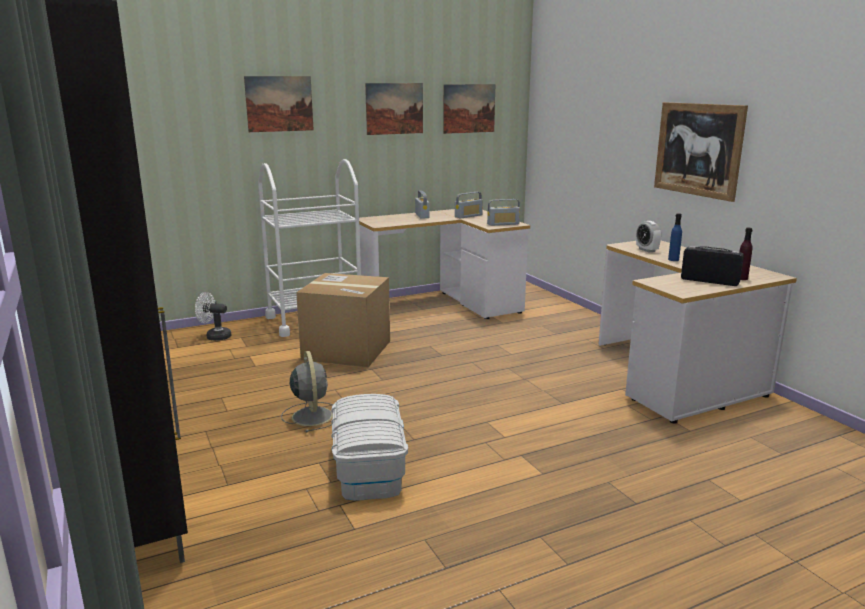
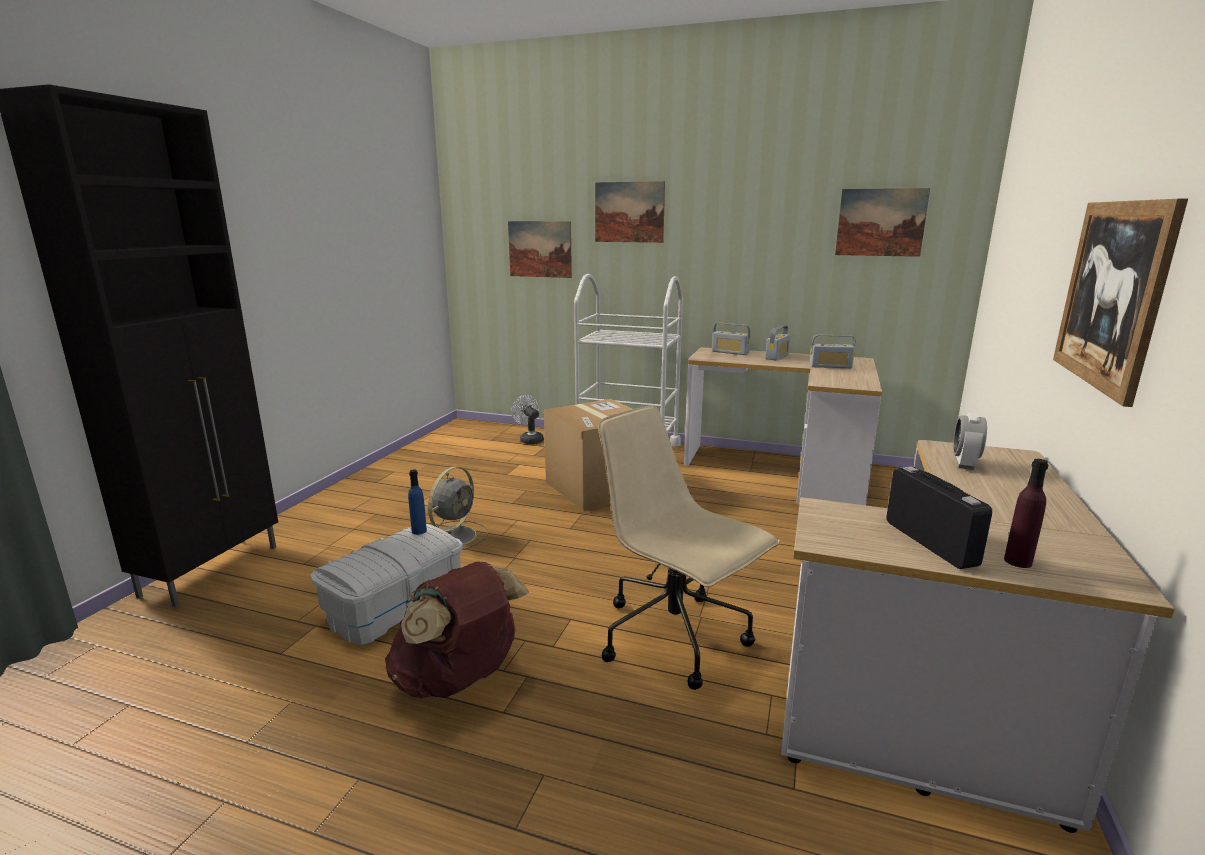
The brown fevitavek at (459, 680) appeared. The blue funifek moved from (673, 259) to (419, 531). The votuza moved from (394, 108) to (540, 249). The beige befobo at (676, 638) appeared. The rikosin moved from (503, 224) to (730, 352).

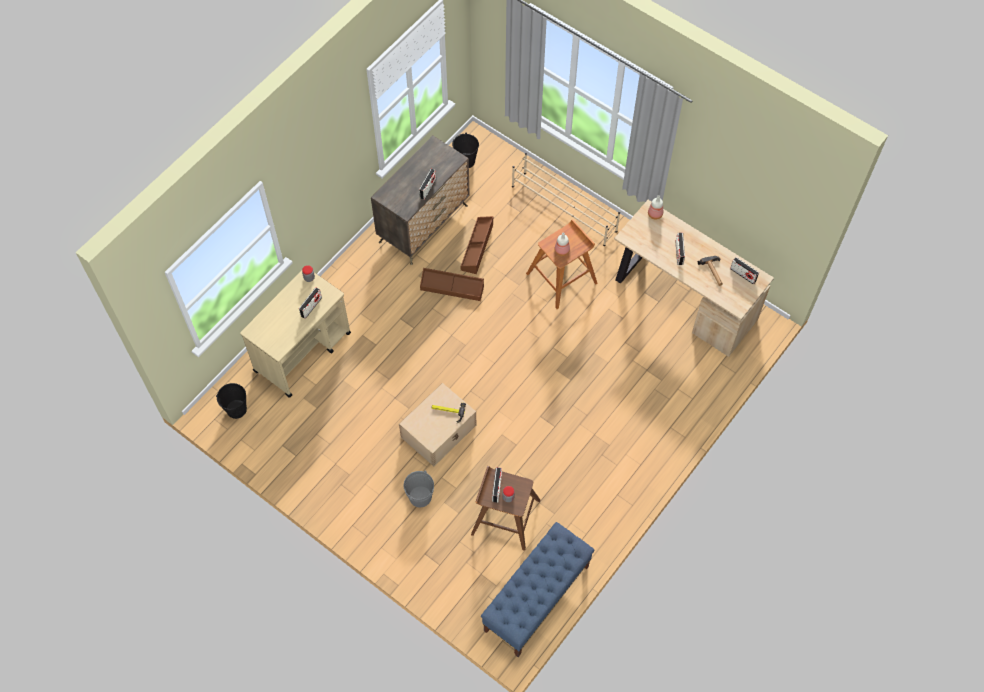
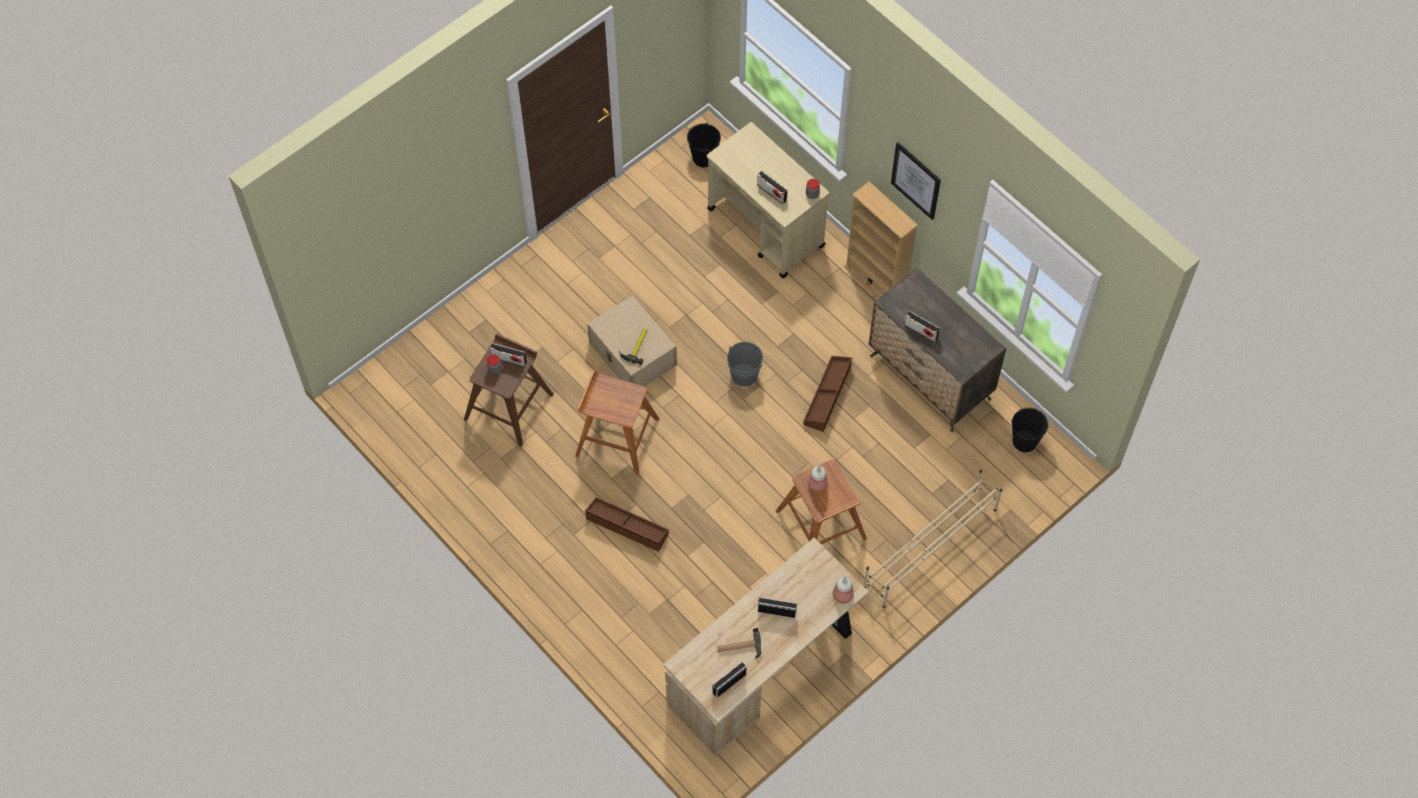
The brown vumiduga at (616, 437) appeared. The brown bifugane moved from (478, 247) to (626, 527). The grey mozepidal moved from (420, 496) to (744, 375). The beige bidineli at (875, 281) appeared. The votuza at (916, 180) appeared. The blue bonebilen at (536, 598) disappeared.

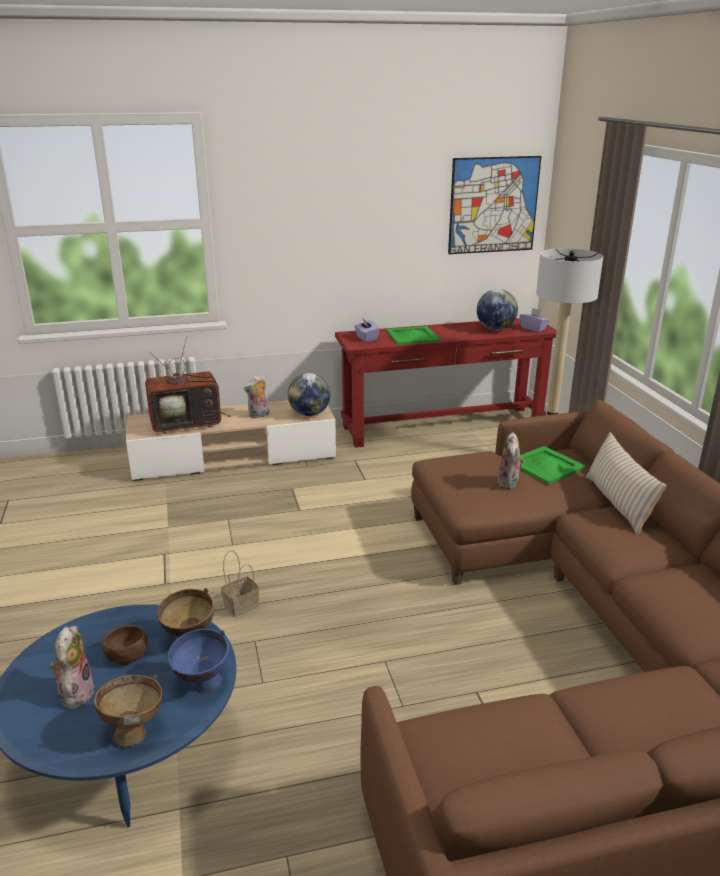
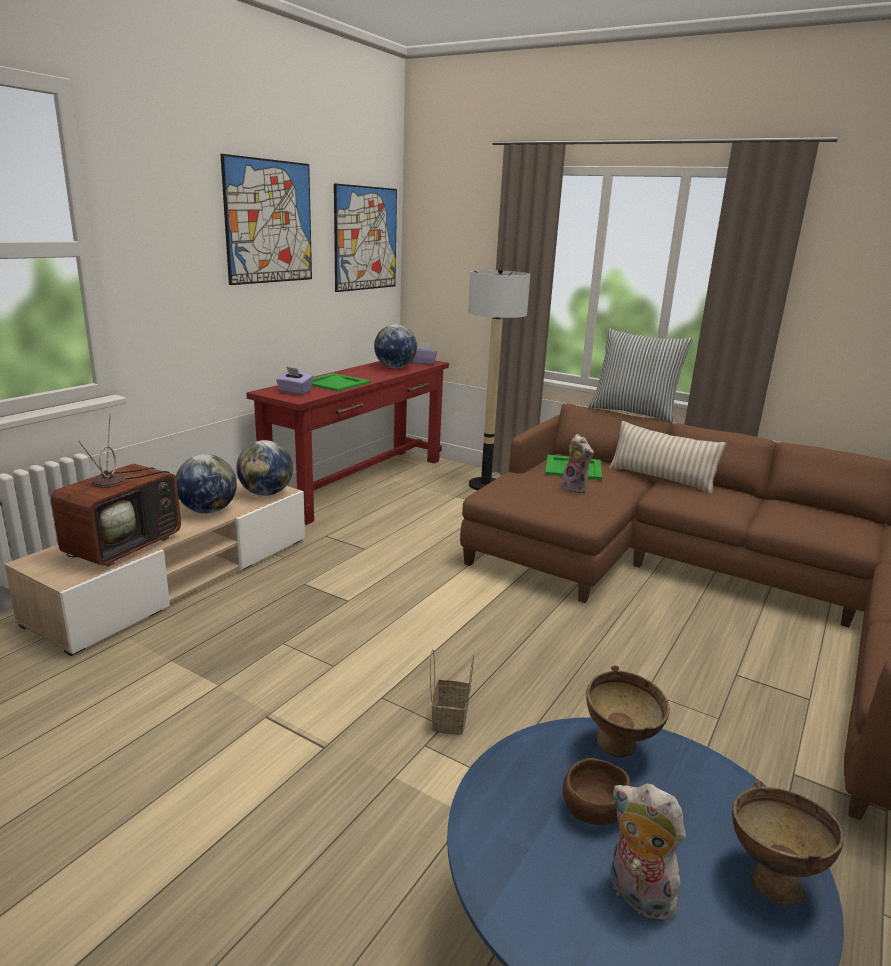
The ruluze at (259, 415) was replaced by the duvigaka at (208, 511). The votuza at (269, 222) appeared. The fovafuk at (633, 412) appeared. The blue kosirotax at (201, 687) disappeared.

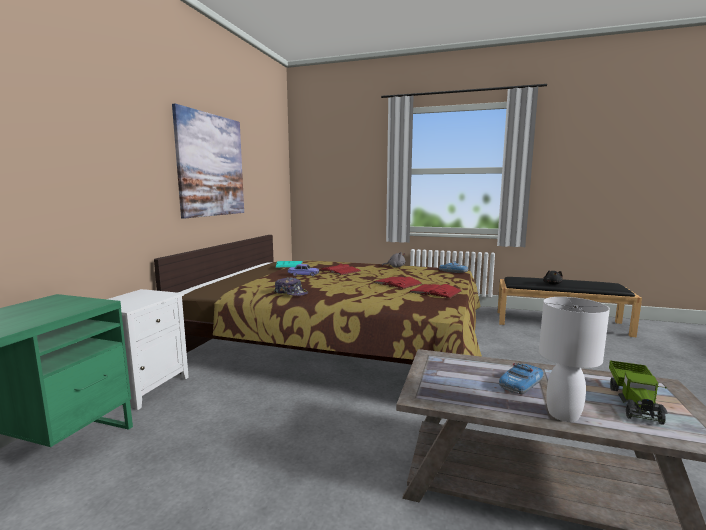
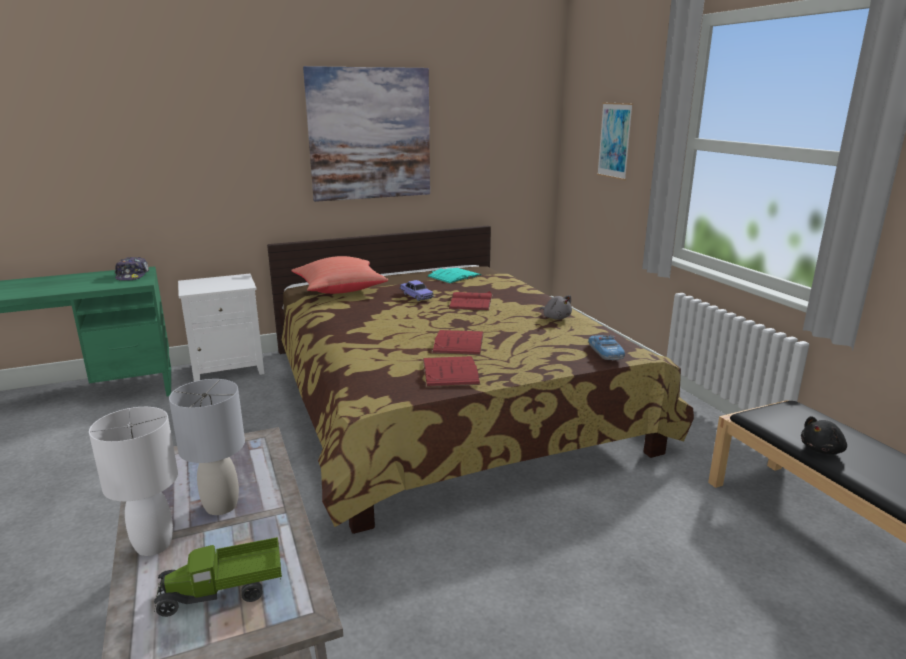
The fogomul moved from (291, 293) to (133, 276). The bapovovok at (521, 384) was replaced by the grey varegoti at (221, 506). The red fovafuk at (340, 291) appeared. The votuza at (614, 140) appeared.

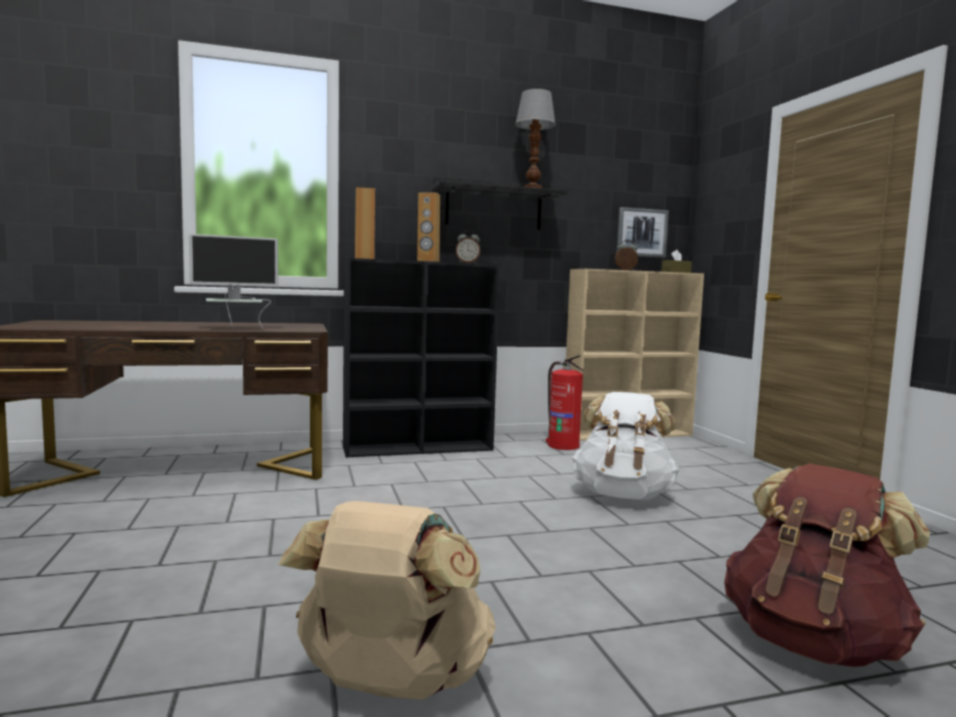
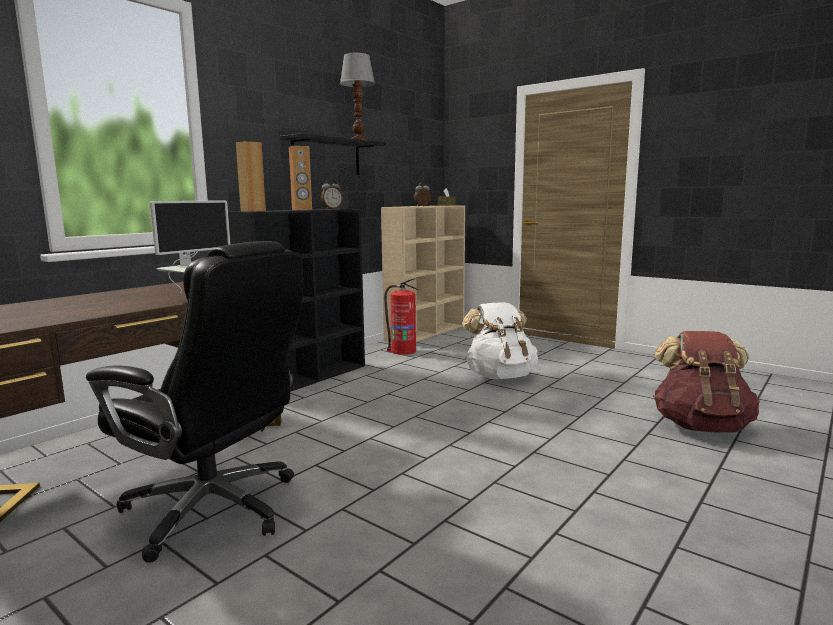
The black befobo at (214, 509) appeared. The beige fevitavek at (390, 685) disappeared. The votuza at (641, 232) disappeared.

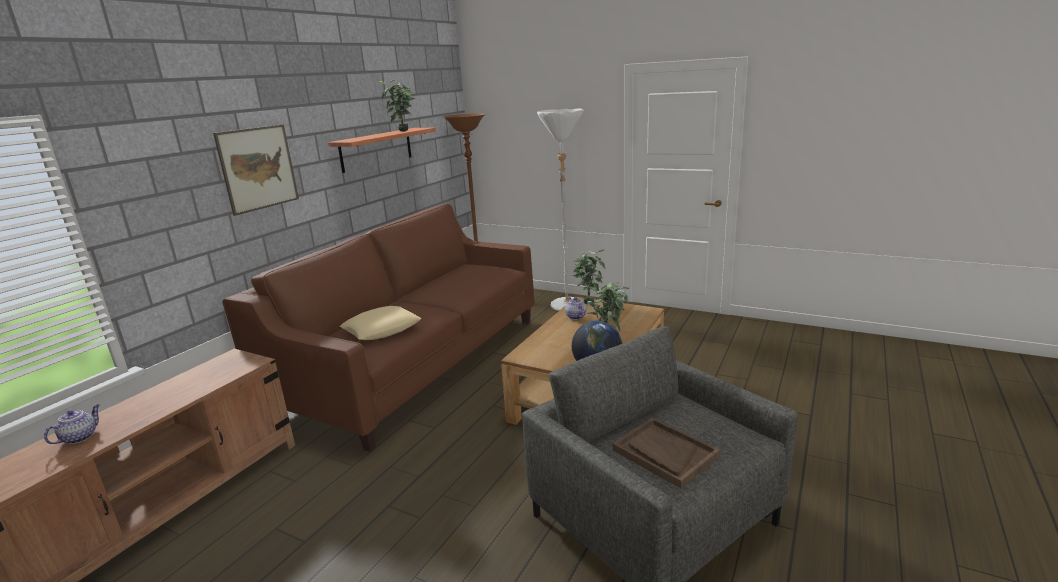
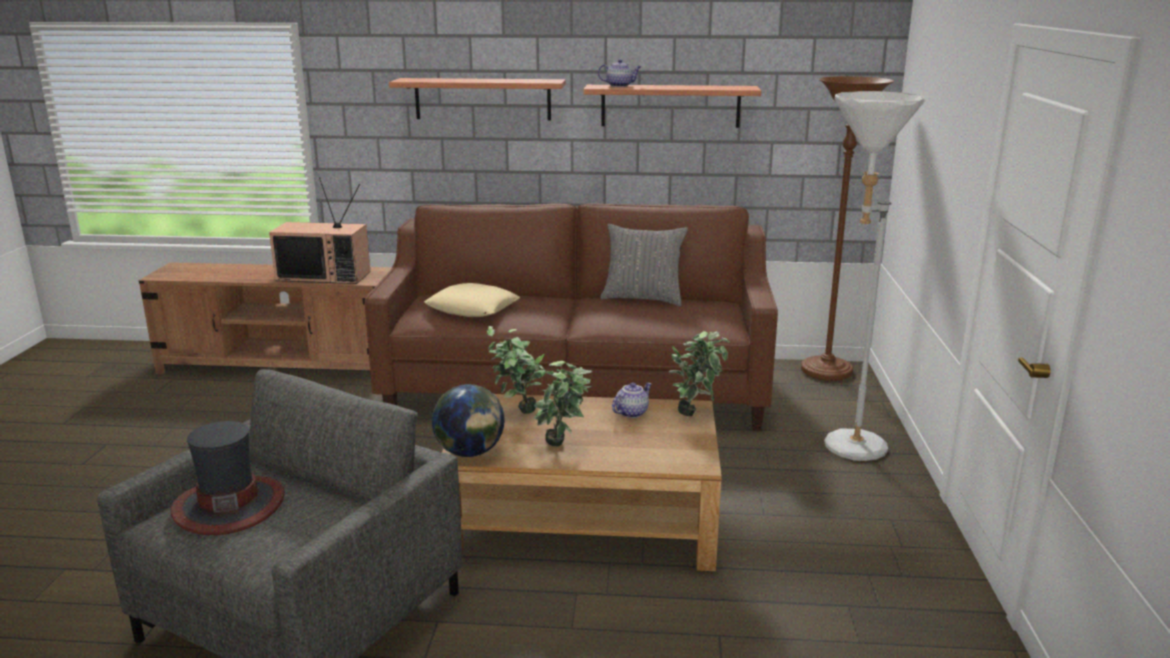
The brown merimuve at (664, 453) was replaced by the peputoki at (229, 505). The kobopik at (325, 276) appeared. The votuza at (258, 168) was replaced by the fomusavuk at (482, 99). The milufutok moved from (402, 131) to (517, 413). The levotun moved from (80, 437) to (620, 86). The grey fovafuk at (643, 299) appeared.

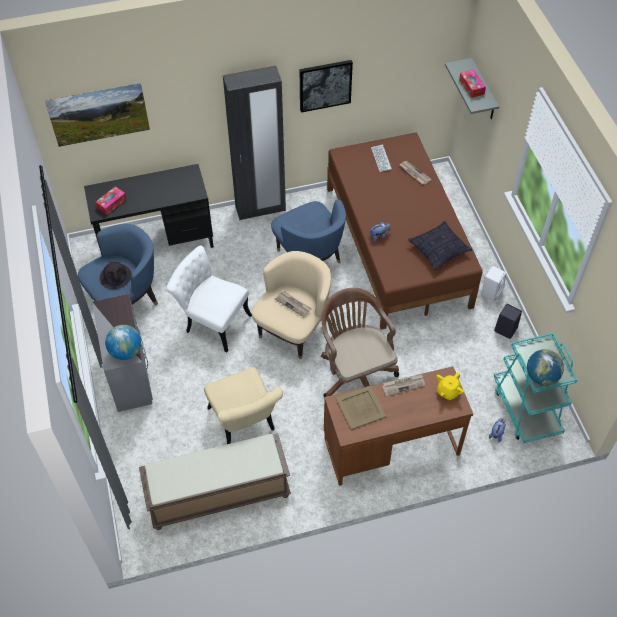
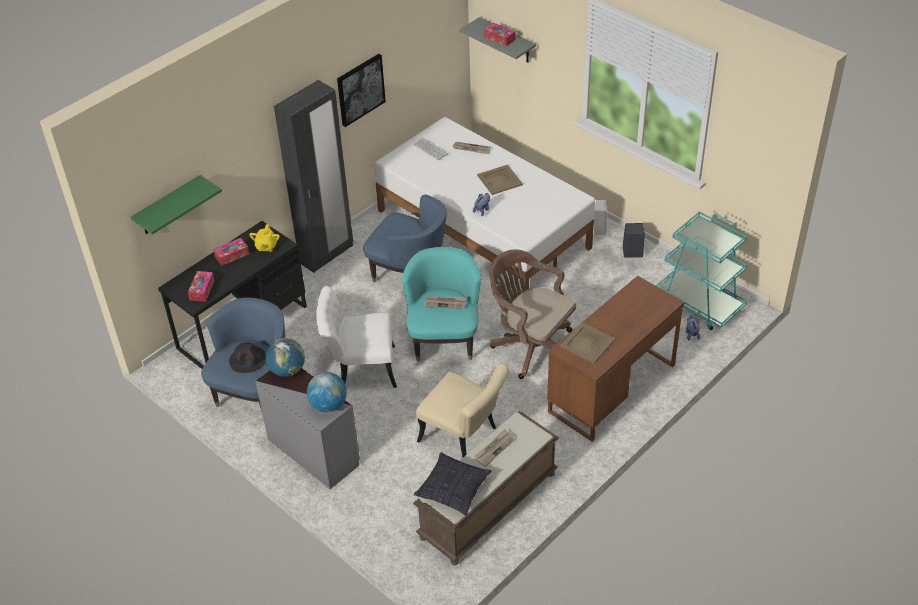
The votuza at (101, 127) was replaced by the green fomusavuk at (168, 206). The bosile at (232, 255) appeared. The yellow levotun moved from (448, 391) to (266, 246). The duvigaka moved from (541, 376) to (287, 370). The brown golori at (397, 245) became the white golori at (483, 228). The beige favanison at (294, 329) became the turquoise favanison at (444, 338). The fovafuk moved from (439, 250) to (453, 489). The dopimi moved from (403, 385) to (494, 448). The beige merimuve at (499, 180) appeared.

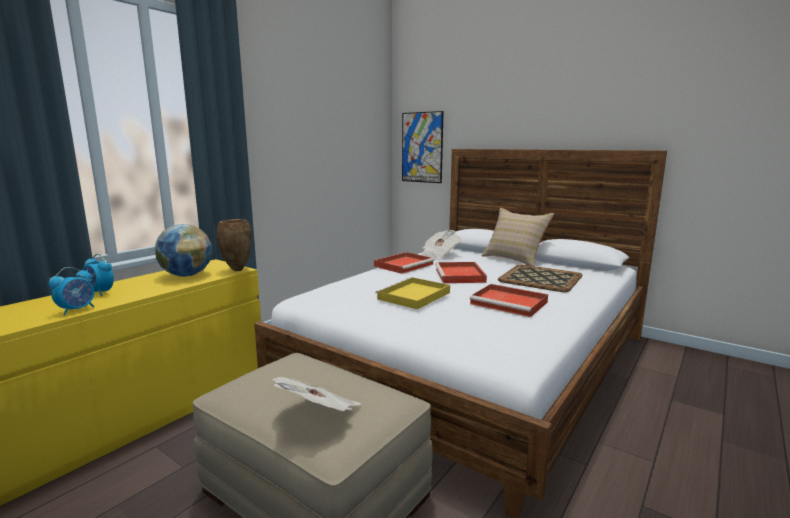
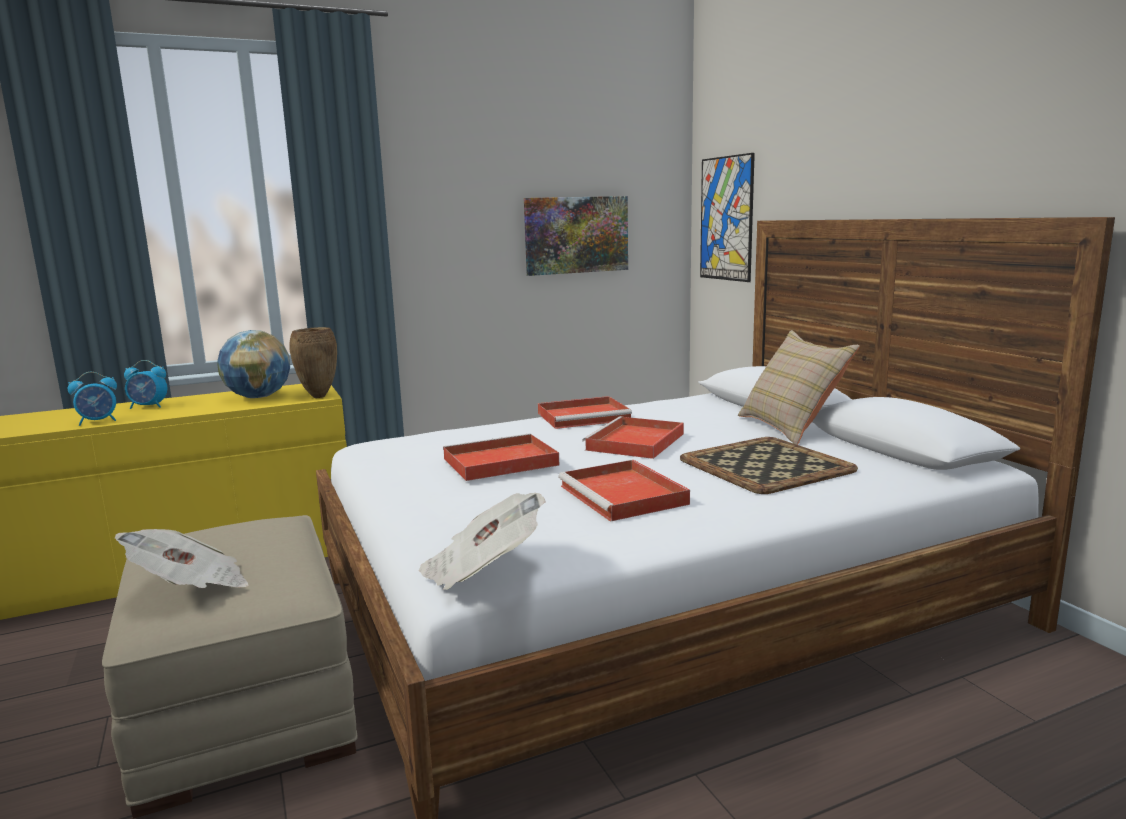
The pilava at (99, 293) turned 60 degrees counterclockwise. The dopimi moved from (438, 255) to (482, 570). The yellow merimuve at (413, 296) became the red merimuve at (498, 462). The votuza at (576, 235) appeared.

